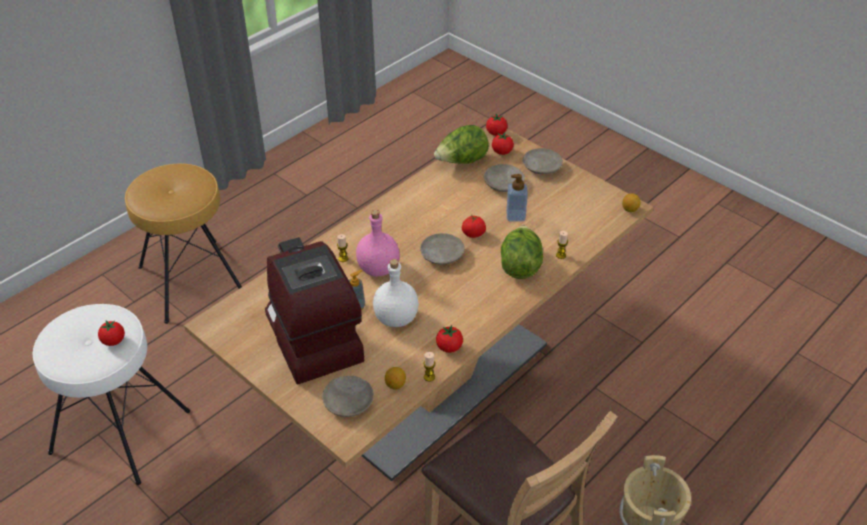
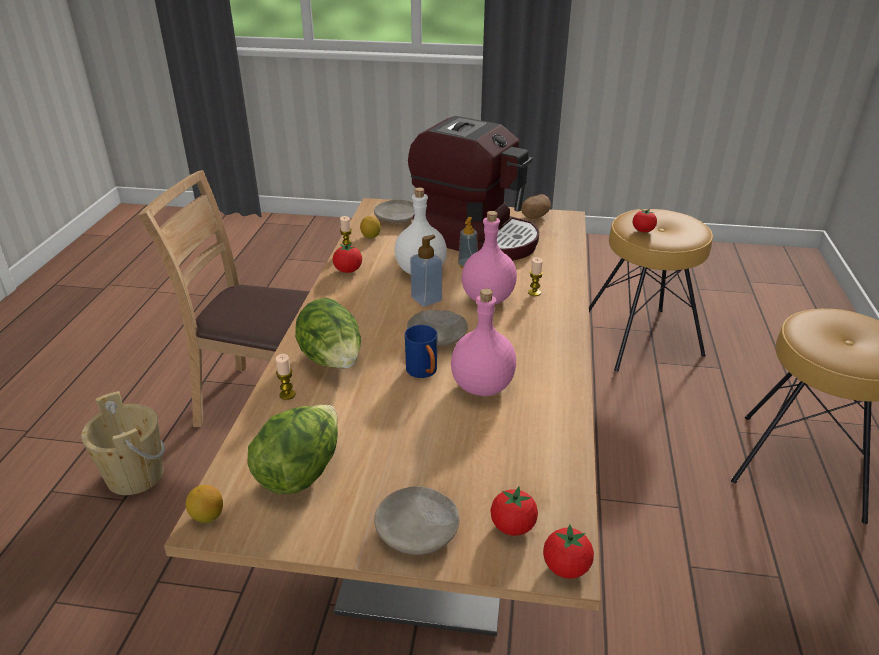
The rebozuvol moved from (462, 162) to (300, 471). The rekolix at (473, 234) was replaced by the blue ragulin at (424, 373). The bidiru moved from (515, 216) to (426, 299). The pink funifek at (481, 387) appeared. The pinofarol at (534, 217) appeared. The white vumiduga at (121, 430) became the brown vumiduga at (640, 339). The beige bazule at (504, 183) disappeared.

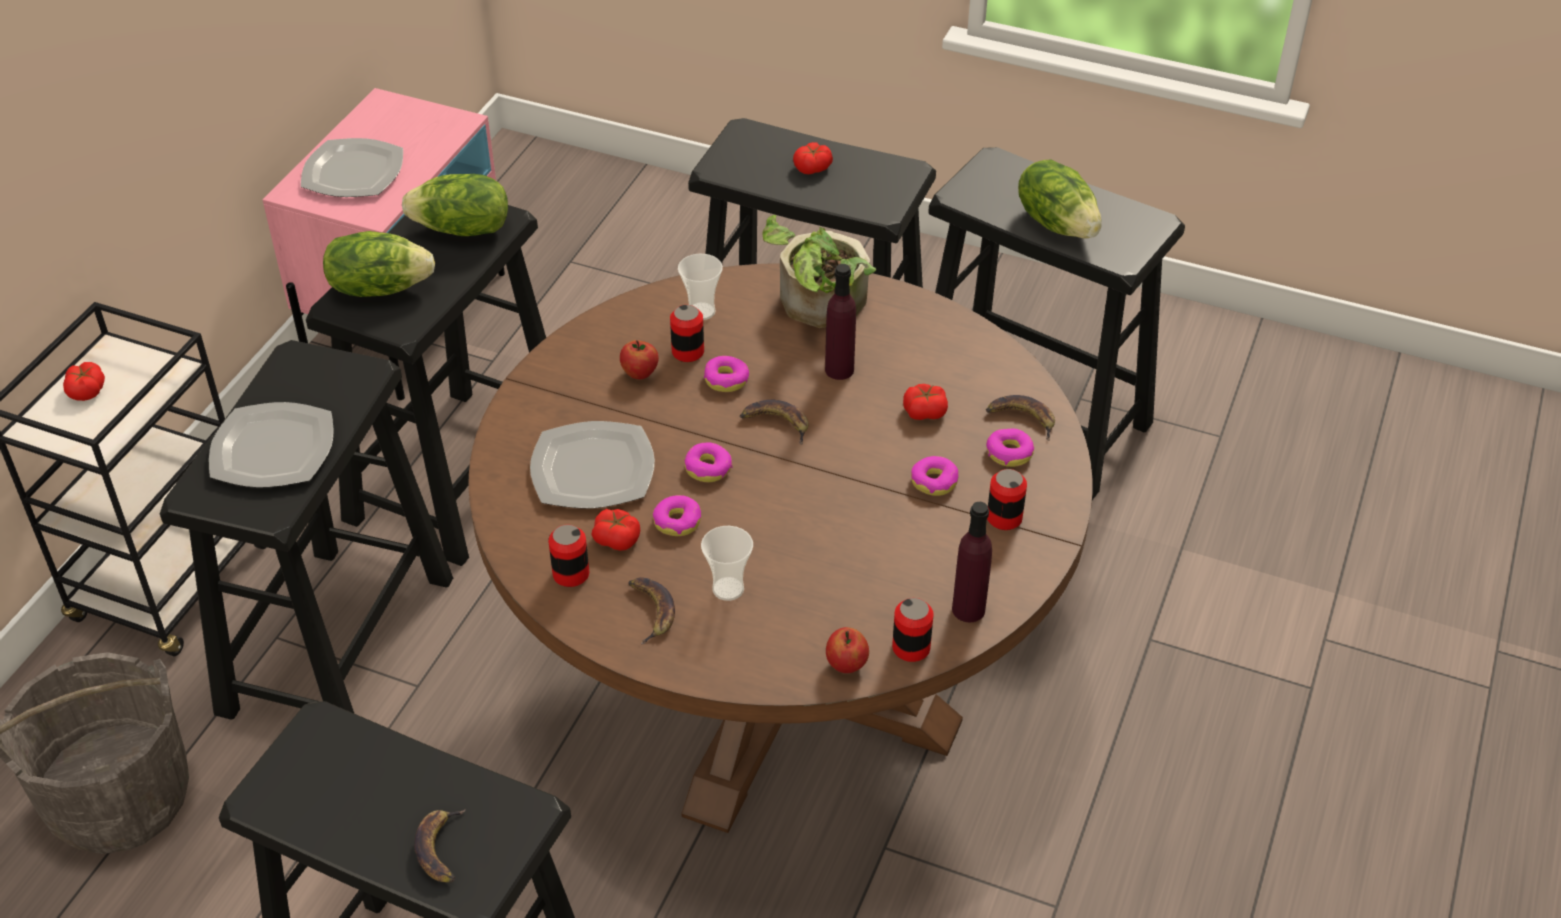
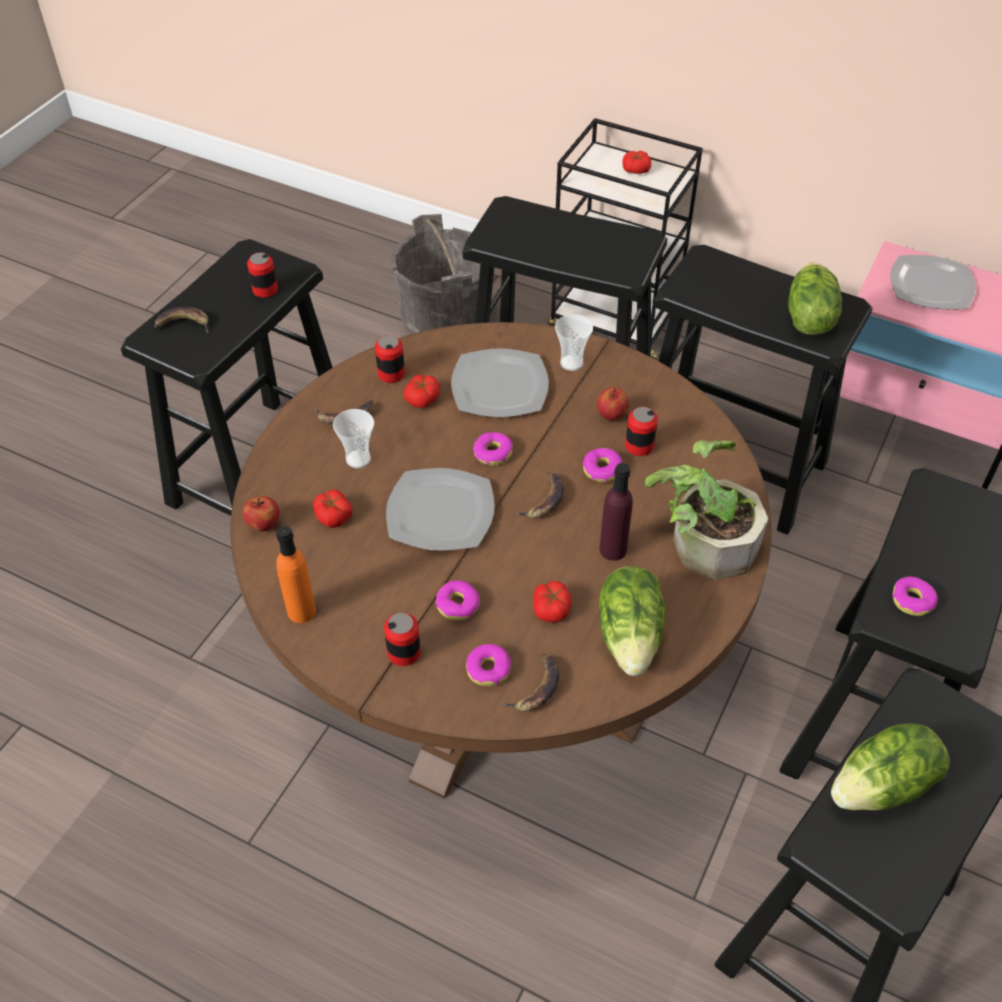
The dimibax moved from (911, 648) to (265, 290). The purple funifek at (968, 609) became the orange funifek at (301, 611). The rekolix moved from (812, 167) to (333, 516). The bazule moved from (274, 448) to (441, 513). The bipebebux moved from (701, 311) to (571, 363). The rebozuvol moved from (379, 287) to (631, 636). The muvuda moved from (677, 521) to (912, 601).

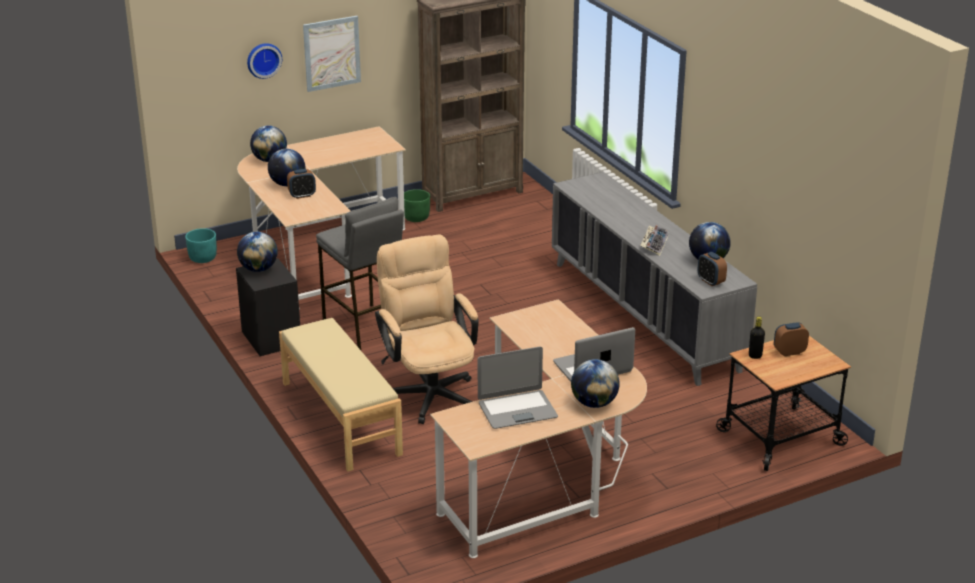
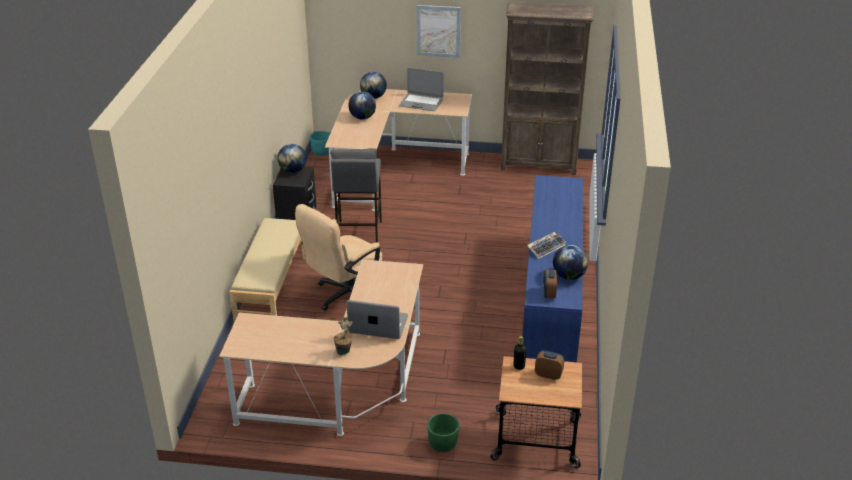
The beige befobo at (429, 391) turned 150 degrees counterclockwise. The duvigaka at (594, 403) was replaced by the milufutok at (344, 352). The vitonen moved from (517, 410) to (421, 103). The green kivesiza moved from (416, 218) to (442, 444). The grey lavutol at (644, 315) became the blue lavutol at (551, 300). The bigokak at (263, 59) disappeared. The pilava at (302, 195) disappeared.

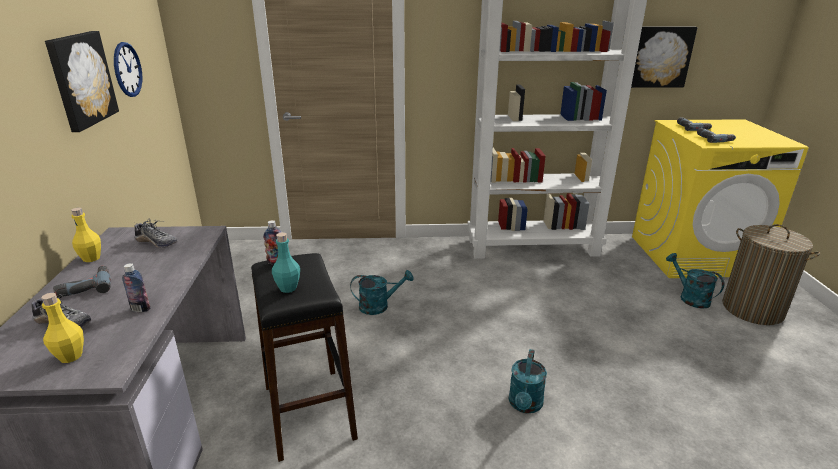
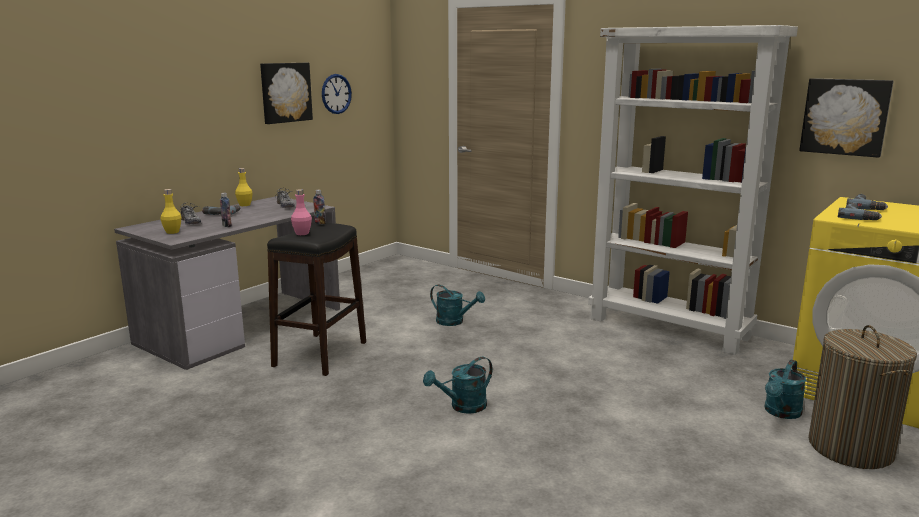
The turquoise funifek at (288, 288) became the pink funifek at (302, 233). The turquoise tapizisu at (689, 297) turned 150 degrees counterclockwise.

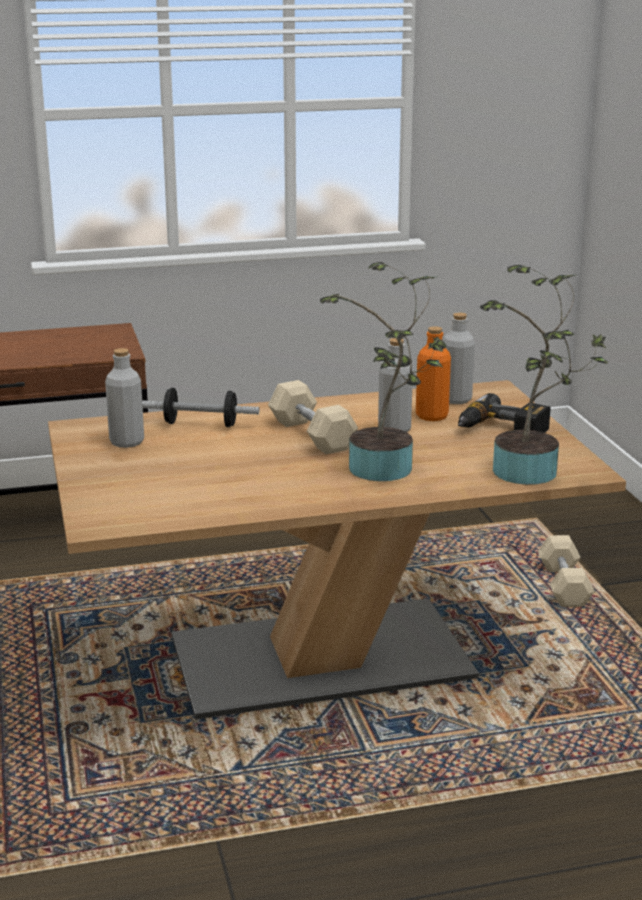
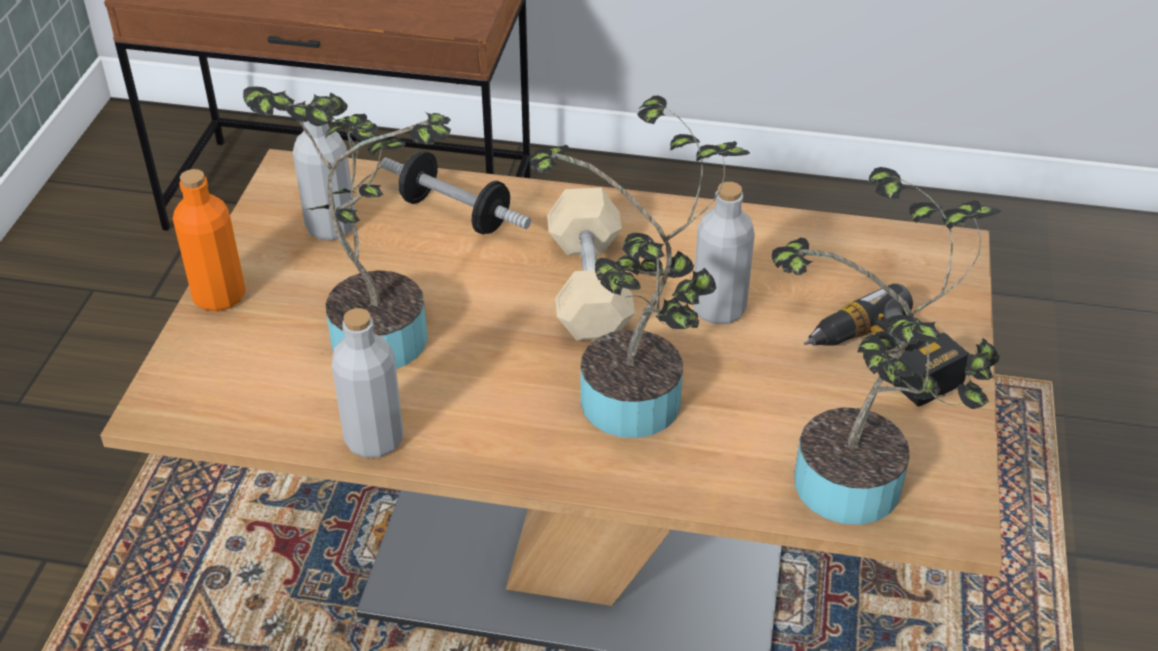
The orange funifek moved from (432, 416) to (219, 296). The milufutok at (376, 331) appeared. The grey funifek moved from (456, 399) to (374, 439). The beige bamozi at (564, 586) disappeared.

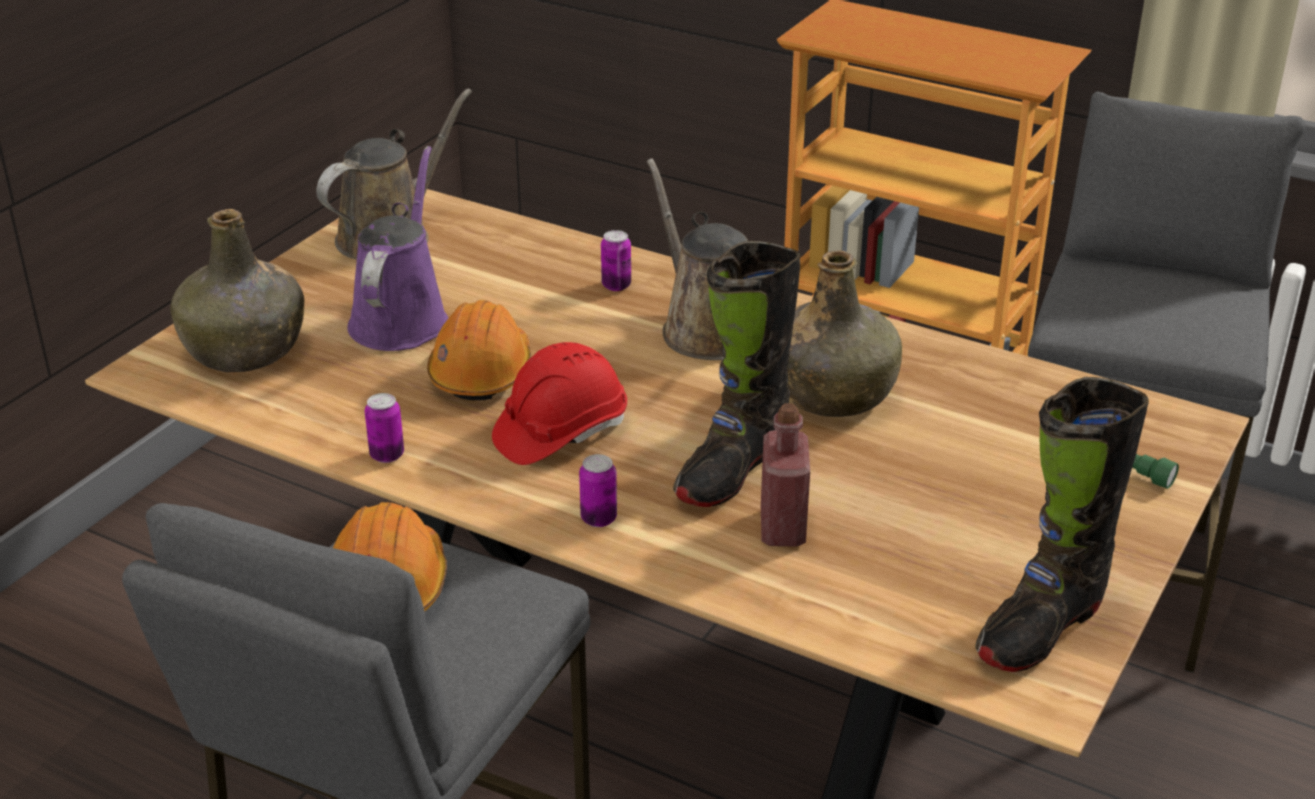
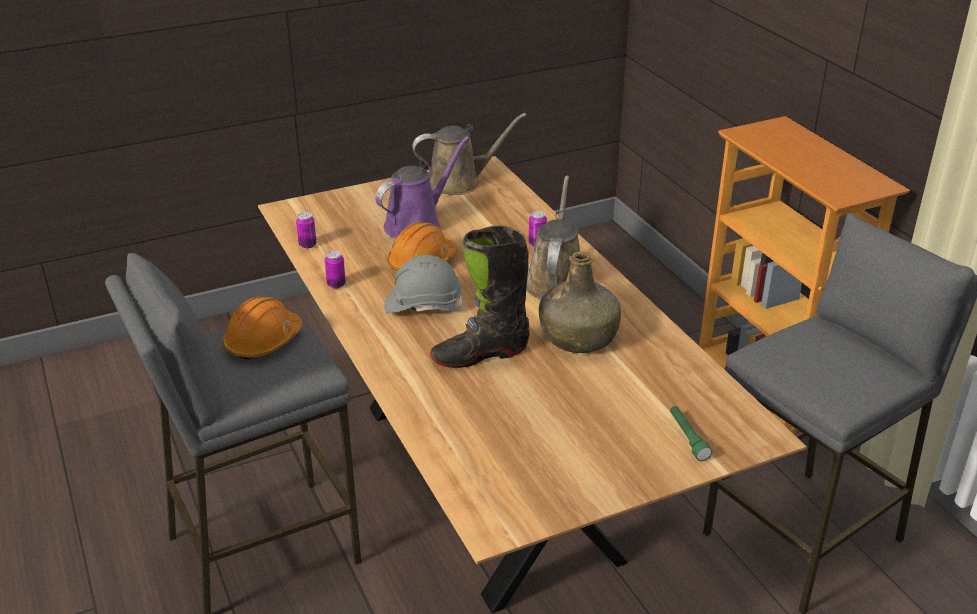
The dimibax moved from (598, 519) to (307, 245). The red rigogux at (560, 432) became the grey rigogux at (423, 304). The green funifek at (246, 349) disappeared. The red funifek at (782, 528) disappeared. The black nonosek at (1041, 627) disappeared.

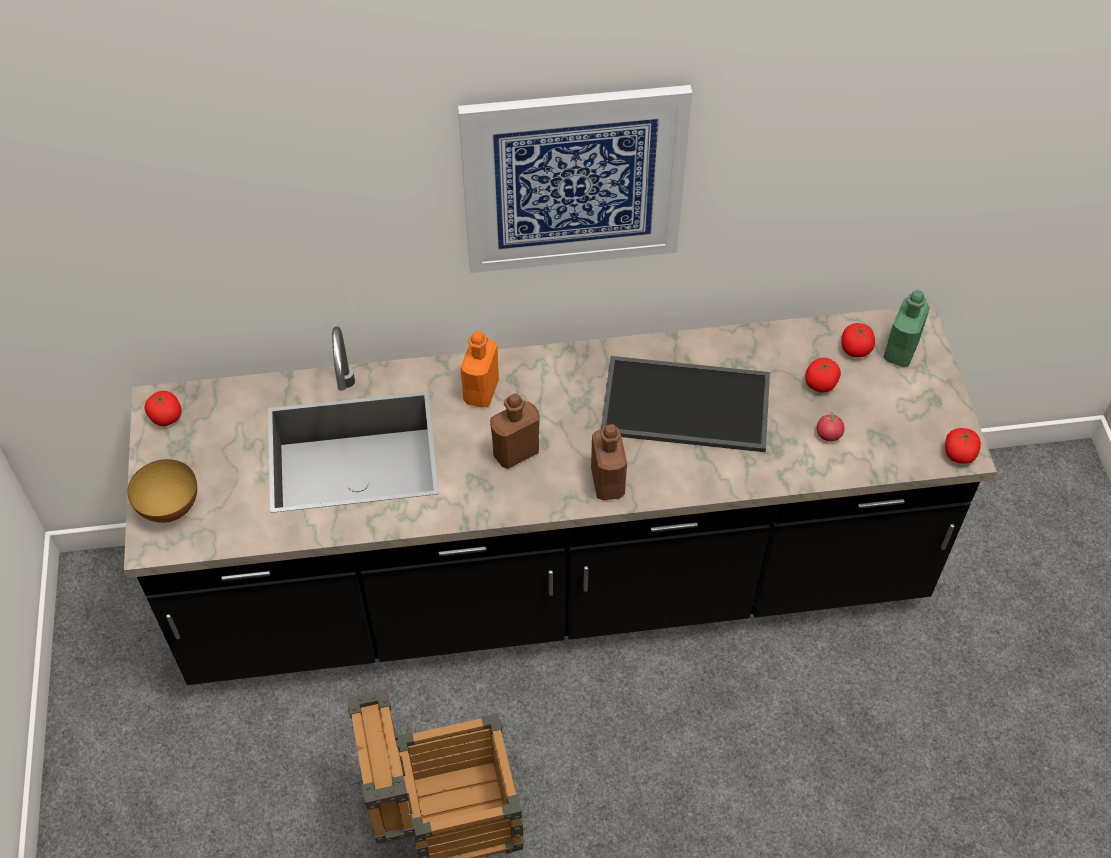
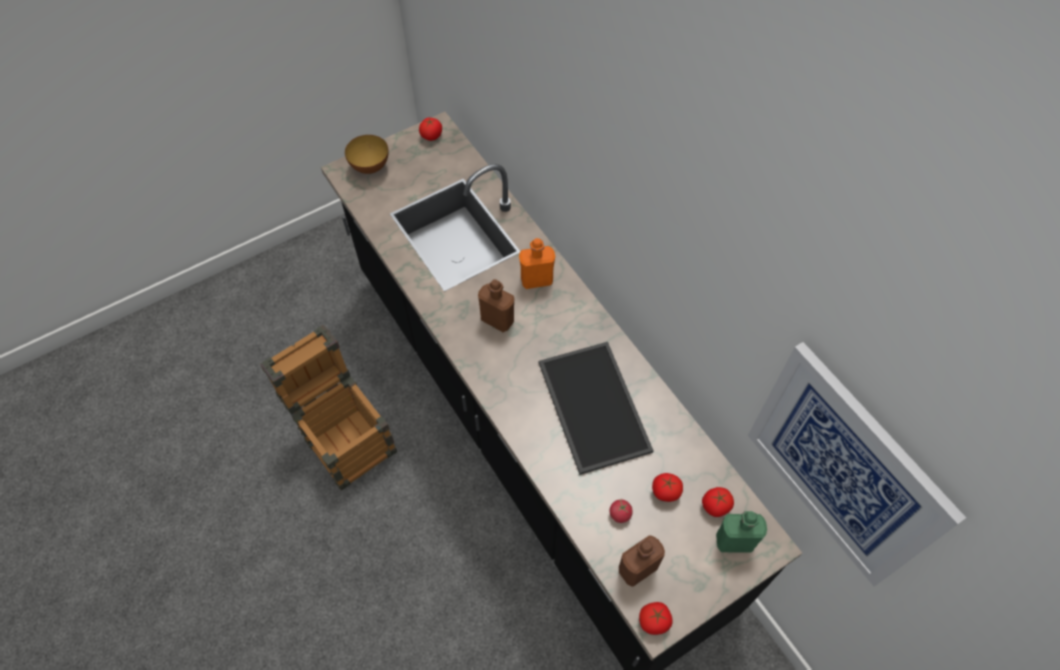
The brown funifek moved from (607, 482) to (637, 569). The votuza moved from (573, 180) to (844, 467).

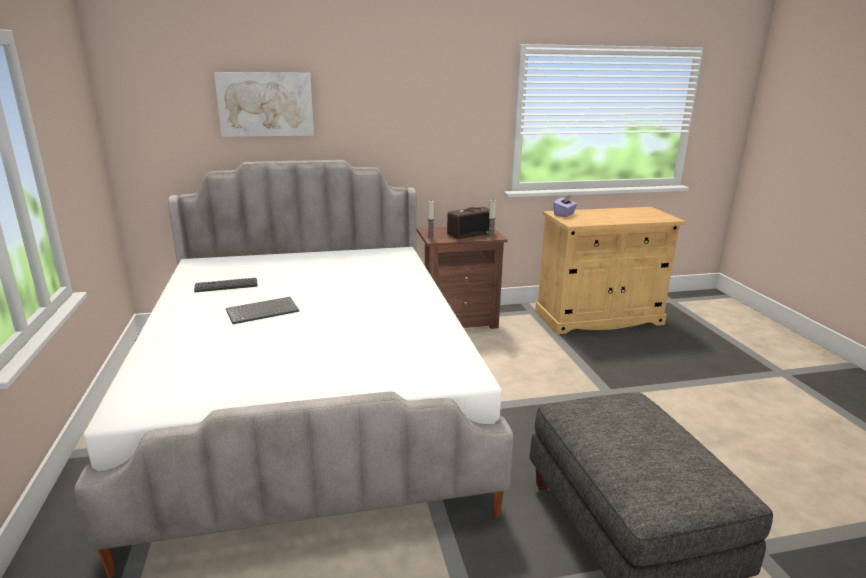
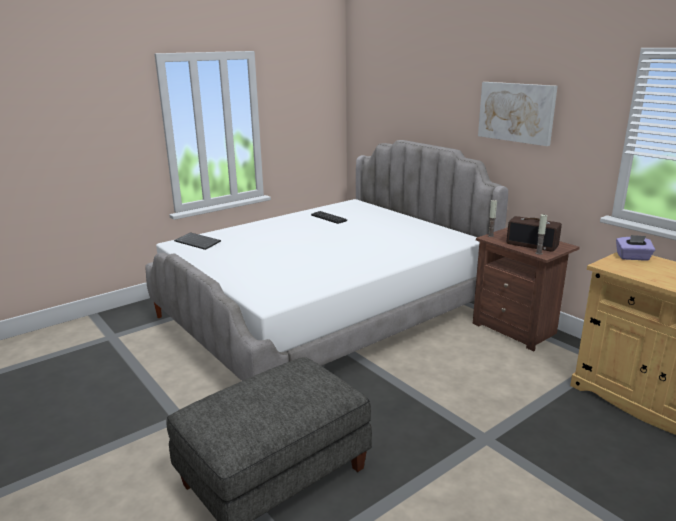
The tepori moved from (263, 311) to (198, 242). The votuza moved from (266, 104) to (516, 112).

